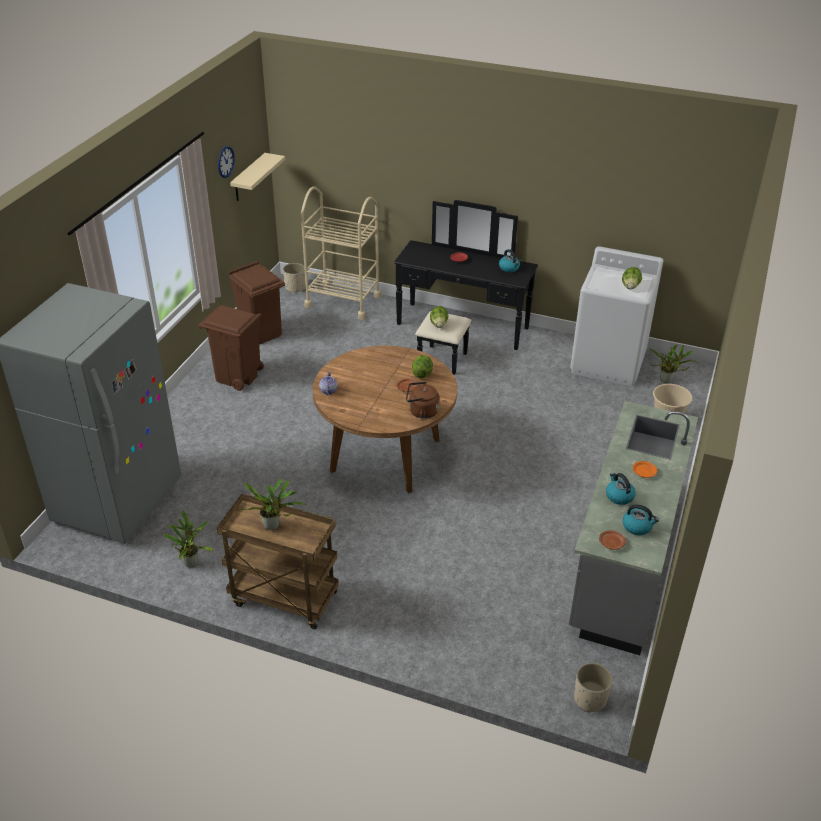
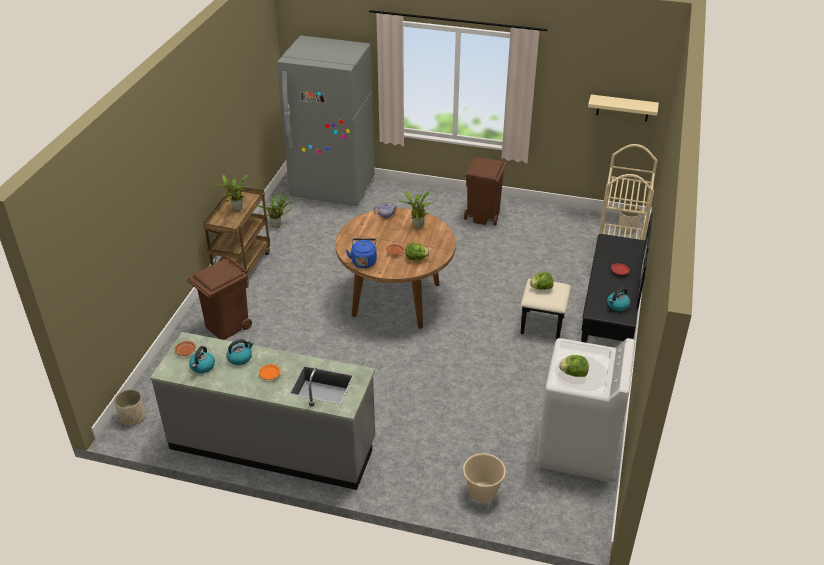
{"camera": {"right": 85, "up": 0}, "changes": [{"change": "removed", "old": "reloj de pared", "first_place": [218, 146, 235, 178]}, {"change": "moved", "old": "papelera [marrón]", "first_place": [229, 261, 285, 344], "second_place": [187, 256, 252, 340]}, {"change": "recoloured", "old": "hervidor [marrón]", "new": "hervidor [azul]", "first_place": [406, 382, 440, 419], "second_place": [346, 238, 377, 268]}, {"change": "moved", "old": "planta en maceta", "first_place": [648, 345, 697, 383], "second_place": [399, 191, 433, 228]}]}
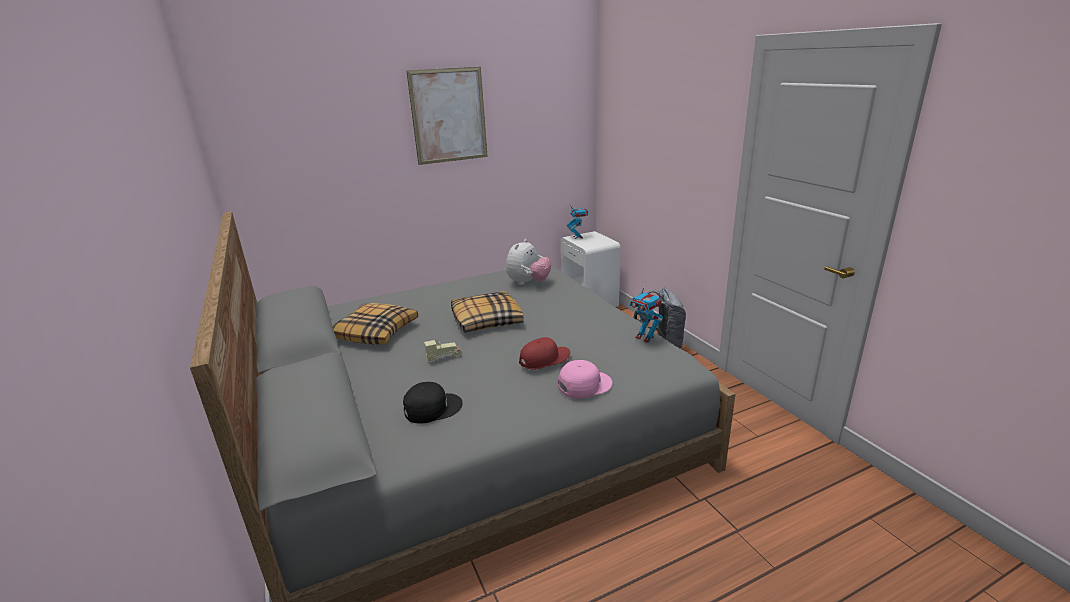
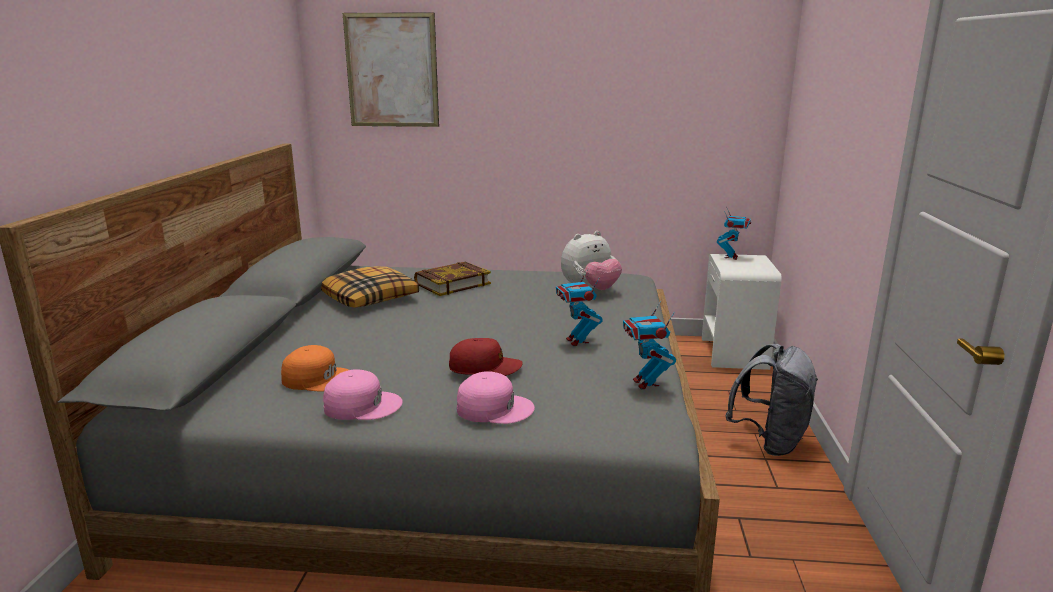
{"camera": {"right": 30, "up": -5}, "changes": [{"change": "recoloured", "old": "gorra [negro]", "new": "gorra [naranja]", "first_place": [403, 382, 463, 424], "second_place": [281, 345, 349, 392]}, {"change": "moved", "old": "cuadro", "first_place": [407, 67, 488, 165], "second_place": [343, 12, 439, 127]}, {"change": "removed", "old": "coche de juguete [beis]", "first_place": [424, 340, 462, 362]}, {"change": "removed", "old": "cojín", "first_place": [451, 291, 524, 333]}, {"change": "added", "new": "gorra [rosa]", "second_place": [323, 369, 403, 420]}, {"change": "added", "new": "libro", "second_place": [414, 262, 491, 296]}, {"change": "added", "new": "robot de juguete", "second_place": [556, 269, 603, 346]}]}
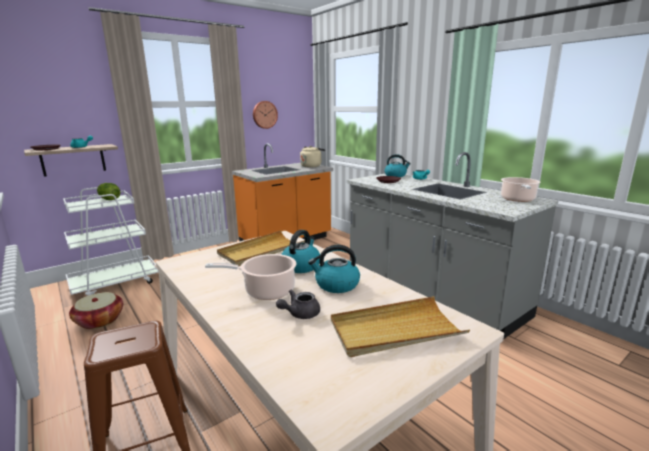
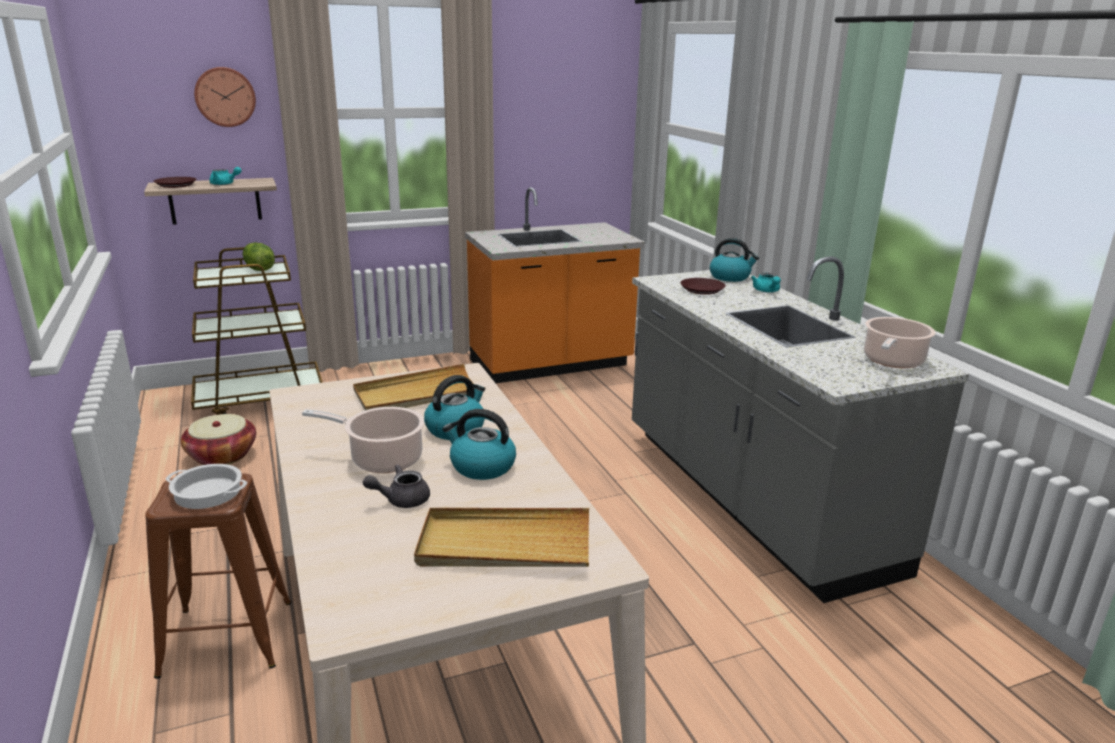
{"camera": {"right": 15, "up": 5}, "changes": [{"change": "recoloured", "old": "carrito [blanco]", "new": "carrito [marrón]", "first_place": [63, 187, 159, 296], "second_place": [191, 247, 323, 415]}, {"change": "moved", "old": "reloj de pared", "first_place": [253, 101, 278, 129], "second_place": [194, 67, 256, 127]}, {"change": "removed", "old": "hervidor [beis]", "first_place": [300, 146, 325, 168]}, {"change": "added", "new": "olla", "second_place": [165, 464, 247, 509]}]}
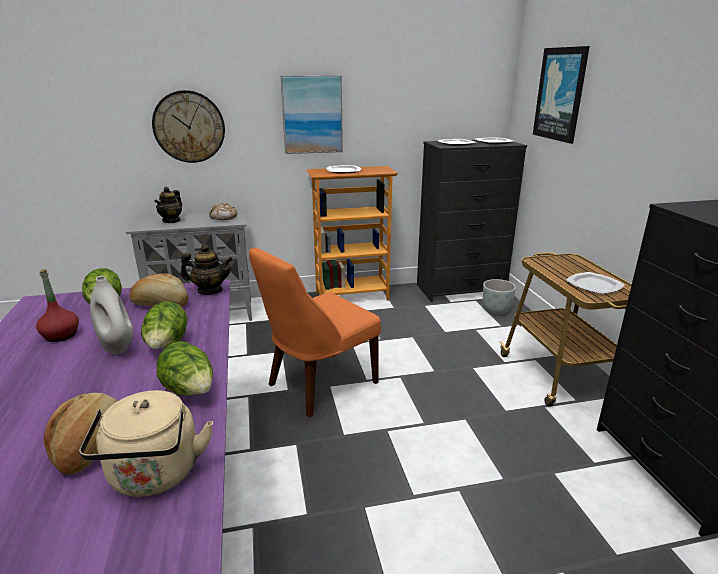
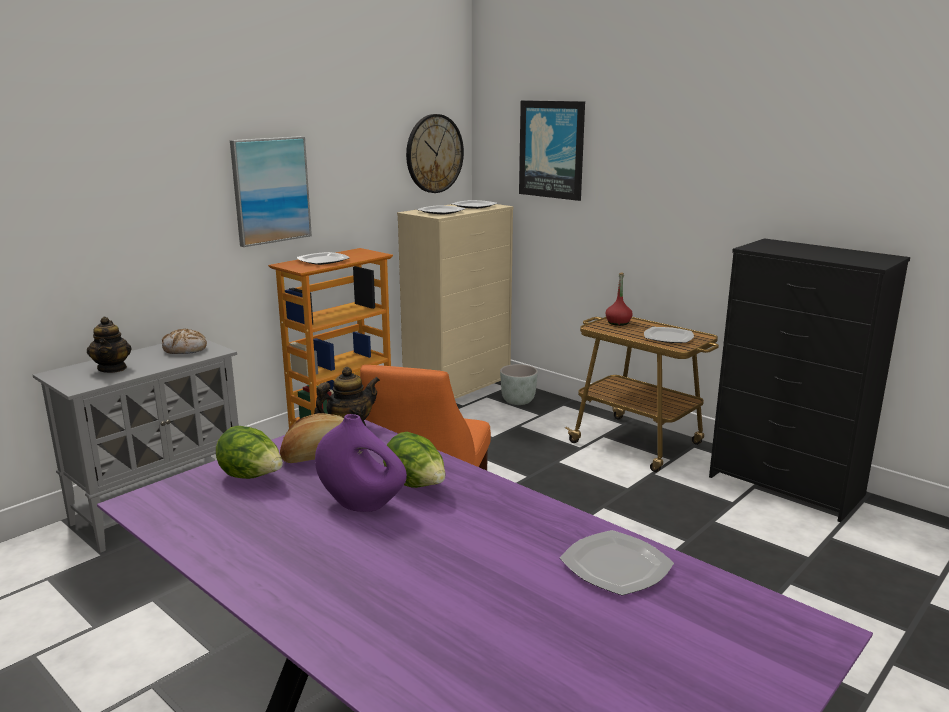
{"camera": {"right": -35, "up": -5}, "changes": [{"change": "moved", "old": "botella [rojo]", "first_place": [36, 269, 79, 342], "second_place": [606, 273, 633, 326]}, {"change": "removed", "old": "pan", "first_place": [43, 393, 118, 475]}, {"change": "replaced", "old": "hervidor [beis]", "new": "plato", "first_place": [79, 390, 213, 497], "second_place": [560, 530, 674, 595]}, {"change": "recoloured", "old": "florero [blanco]", "new": "florero [morado]", "first_place": [90, 276, 133, 354], "second_place": [315, 414, 407, 512]}, {"change": "moved", "old": "reloj de pared", "first_place": [152, 90, 225, 163], "second_place": [406, 114, 464, 193]}, {"change": "removed", "old": "lechuga", "first_place": [157, 341, 213, 395]}, {"change": "recoloured", "old": "cómoda [negro]", "new": "cómoda [beis]", "first_place": [417, 140, 527, 302], "second_place": [397, 204, 514, 399]}]}
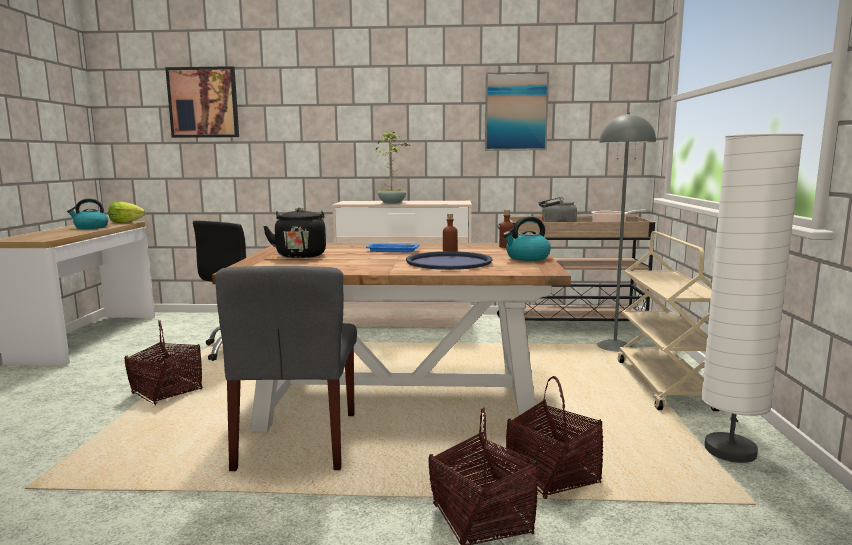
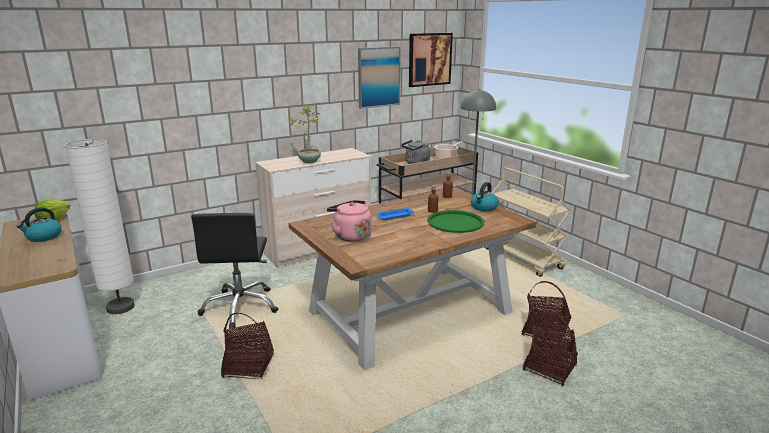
{"camera": {"right": -35, "up": 10}, "changes": [{"change": "moved", "old": "cuadro", "first_place": [165, 66, 239, 138], "second_place": [409, 33, 453, 87]}, {"change": "removed", "old": "silla [gris]", "first_place": [215, 266, 357, 471]}, {"change": "recoloured", "old": "hervidor [negro]", "new": "hervidor [rosa]", "first_place": [263, 208, 326, 258], "second_place": [327, 200, 372, 242]}, {"change": "recoloured", "old": "bandeja [azul]", "new": "bandeja [verde]", "first_place": [406, 251, 493, 270], "second_place": [427, 210, 484, 233]}, {"change": "moved", "old": "lámpara de pie [blanco]", "first_place": [701, 133, 803, 463], "second_place": [65, 139, 134, 314]}]}
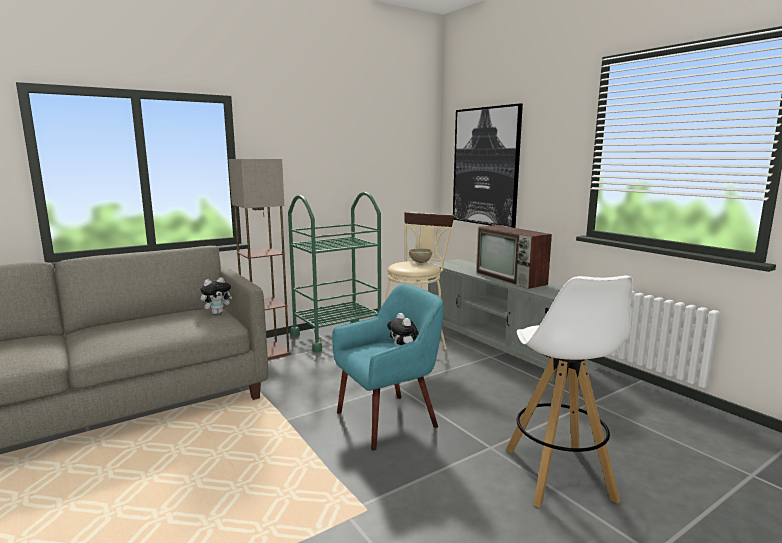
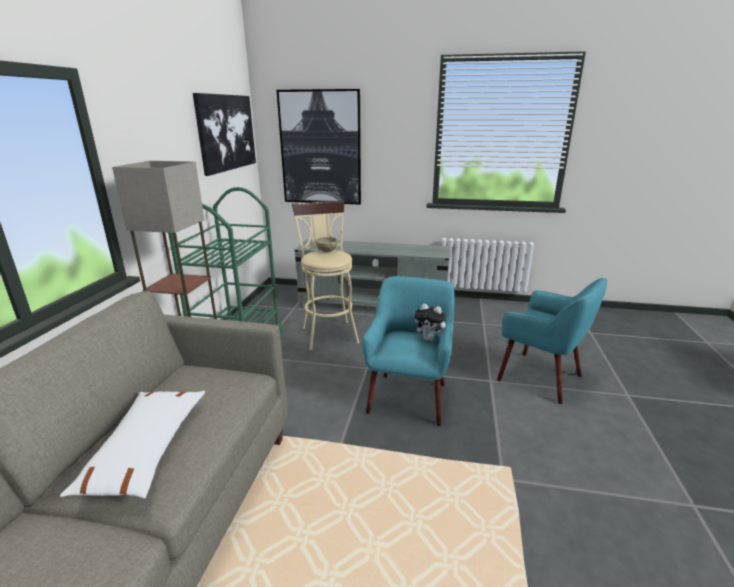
{"camera": {"right": -45, "up": 10}, "changes": [{"change": "removed", "old": "peluche", "first_place": [200, 277, 232, 314]}, {"change": "removed", "old": "televisor", "first_place": [476, 225, 552, 289]}, {"change": "replaced", "old": "taburete [blanco]", "new": "sillón [turquesa]", "first_place": [506, 275, 633, 508], "second_place": [497, 278, 607, 404]}, {"change": "added", "new": "cojín [blanco]", "second_place": [60, 391, 205, 499]}, {"change": "added", "new": "cuadro", "second_place": [193, 93, 256, 176]}]}
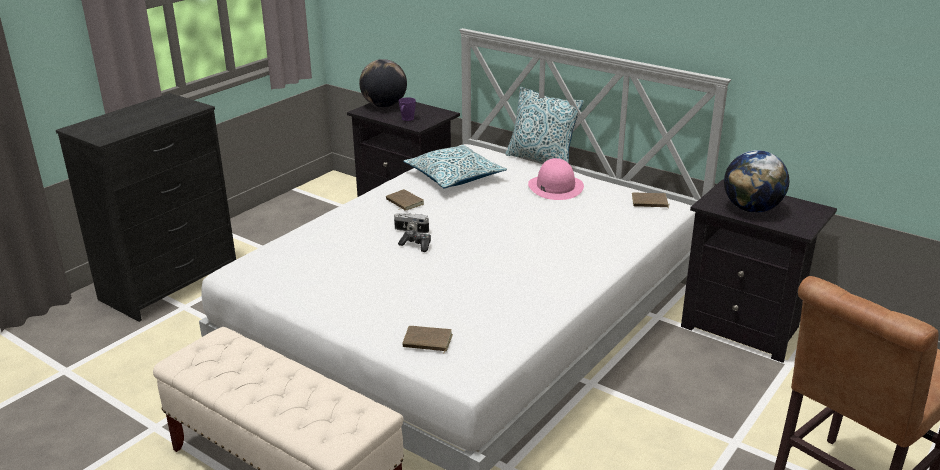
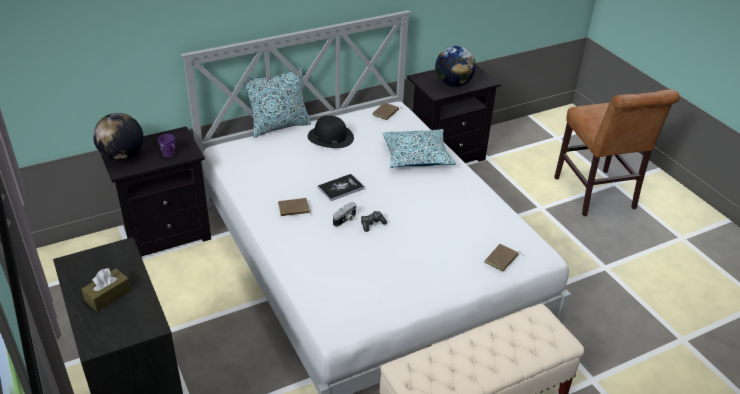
{"camera": {"right": -65, "up": 10}, "changes": [{"change": "moved", "old": "cojín", "first_place": [403, 145, 507, 189], "second_place": [382, 129, 456, 168]}, {"change": "recoloured", "old": "sombrero [rosa]", "new": "sombrero [negro]", "first_place": [528, 158, 584, 200], "second_place": [308, 115, 354, 148]}, {"change": "added", "new": "caja de pañuelos [marrón]", "second_place": [81, 268, 131, 311]}, {"change": "added", "new": "libro", "second_place": [318, 174, 364, 201]}]}
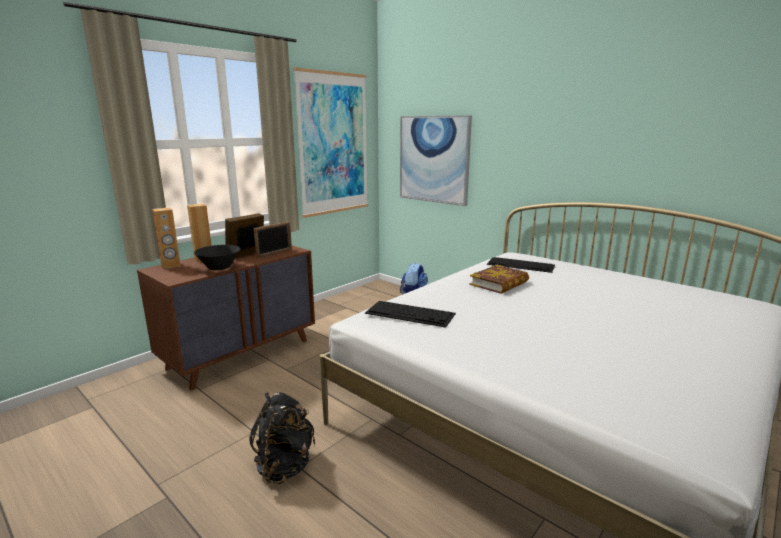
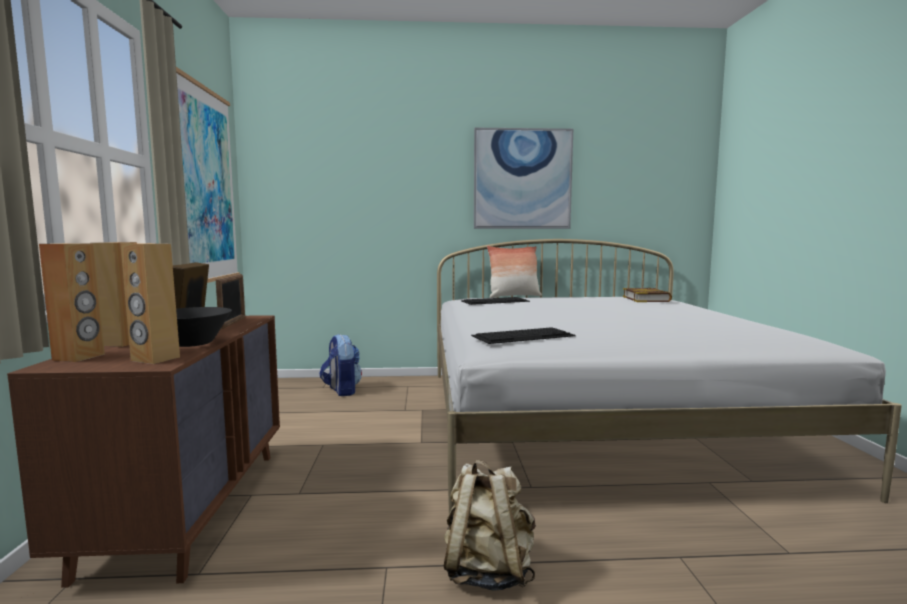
{"camera": {"right": -45, "up": -10}, "changes": [{"change": "recoloured", "old": "mochila [negro]", "new": "mochila [beis]", "first_place": [249, 392, 316, 484], "second_place": [444, 459, 536, 591]}, {"change": "moved", "old": "cuadro", "first_place": [400, 115, 472, 206], "second_place": [474, 128, 573, 229]}, {"change": "moved", "old": "libro", "first_place": [470, 265, 529, 294], "second_place": [623, 288, 672, 302]}, {"change": "added", "new": "altavoz [marrón]", "second_place": [120, 243, 180, 364]}, {"change": "added", "new": "cojín", "second_place": [487, 246, 542, 298]}]}
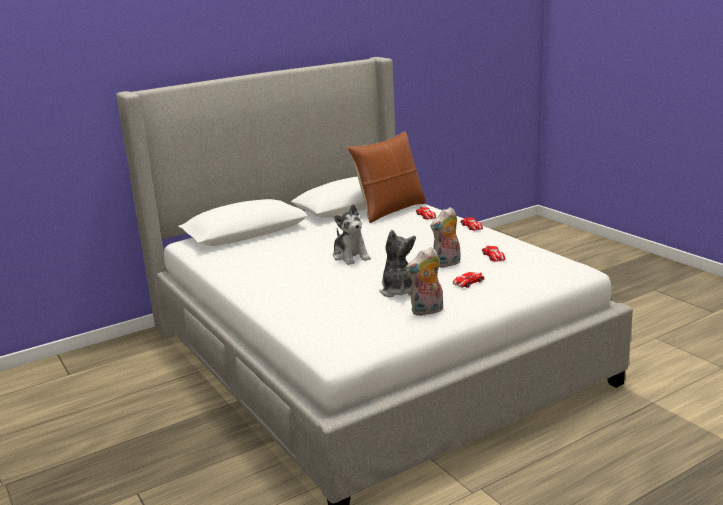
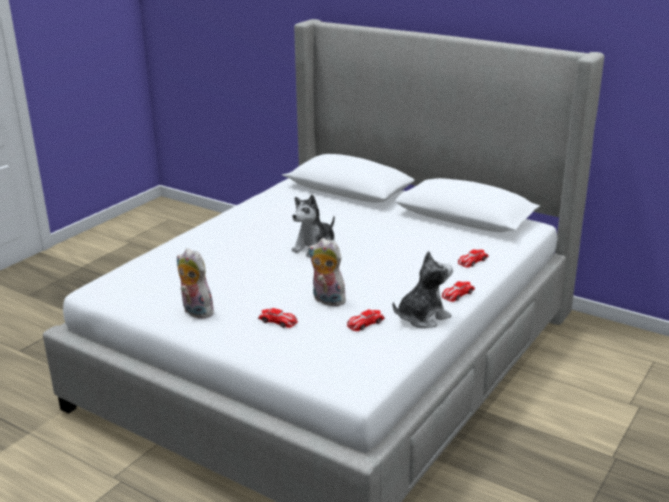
{"camera": {"right": 65, "up": 5}, "changes": [{"change": "removed", "old": "cojín [marrón]", "first_place": [347, 131, 426, 223]}, {"change": "moved", "old": "peluche", "first_place": [379, 230, 416, 297], "second_place": [393, 251, 453, 328]}]}
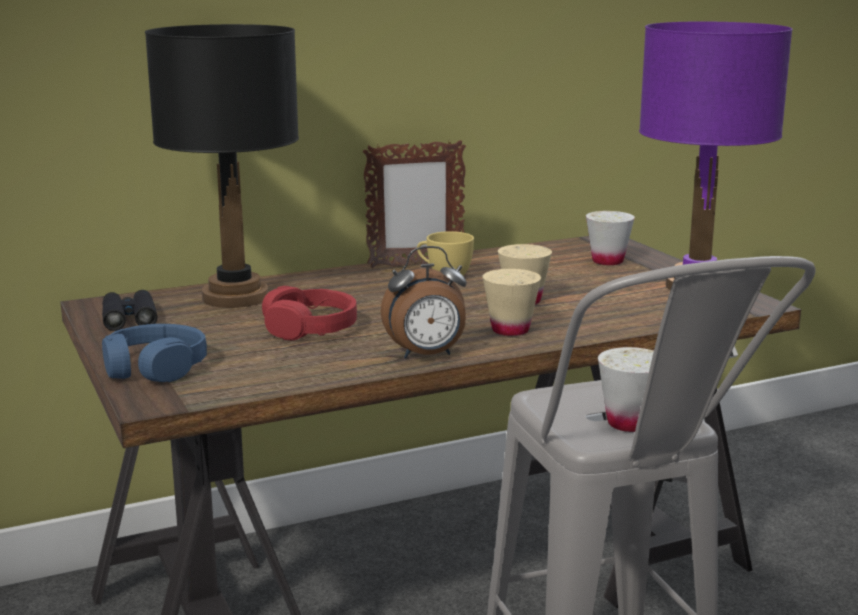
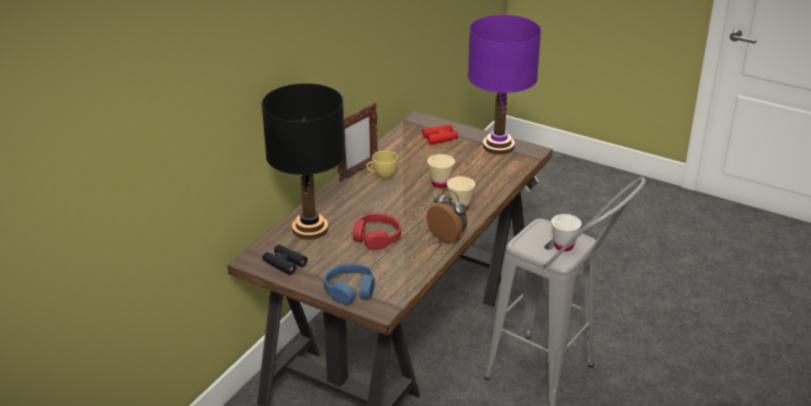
{"camera": {"right": -35, "up": 15}, "changes": [{"change": "turned", "old": "despertador", "first_place": [381, 246, 467, 358], "second_place": [426, 189, 468, 243], "degrees": -90}, {"change": "replaced", "old": "taza [blanco]", "new": "prismáticos [rojo]", "first_place": [586, 211, 635, 265], "second_place": [422, 125, 458, 145]}]}
